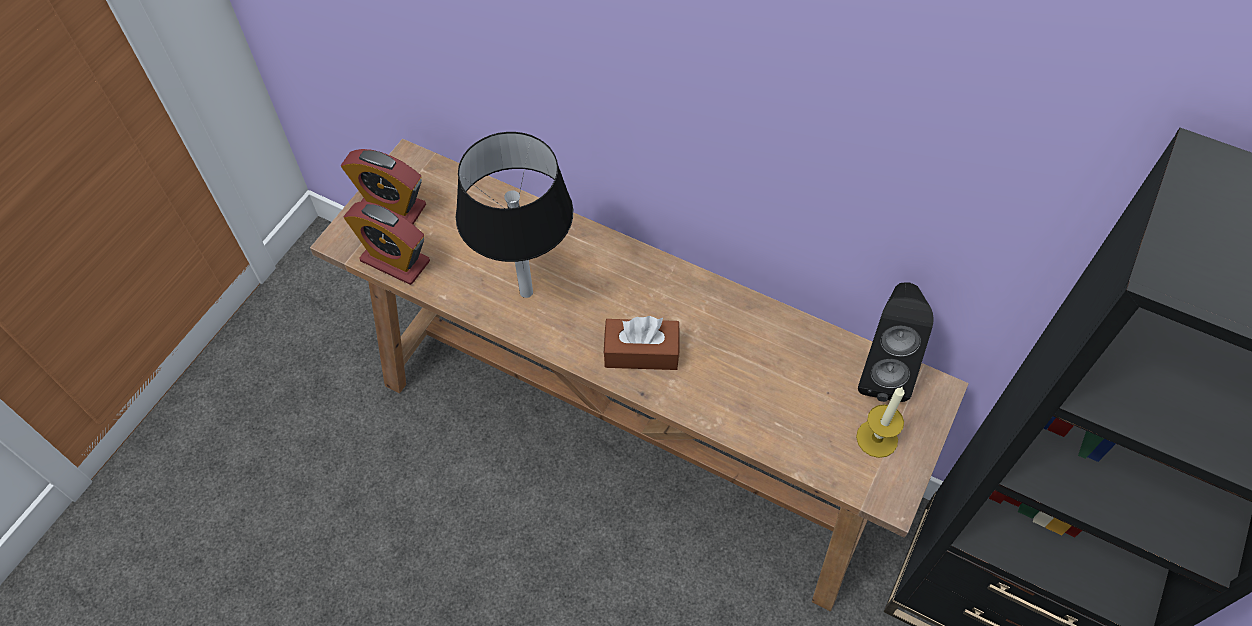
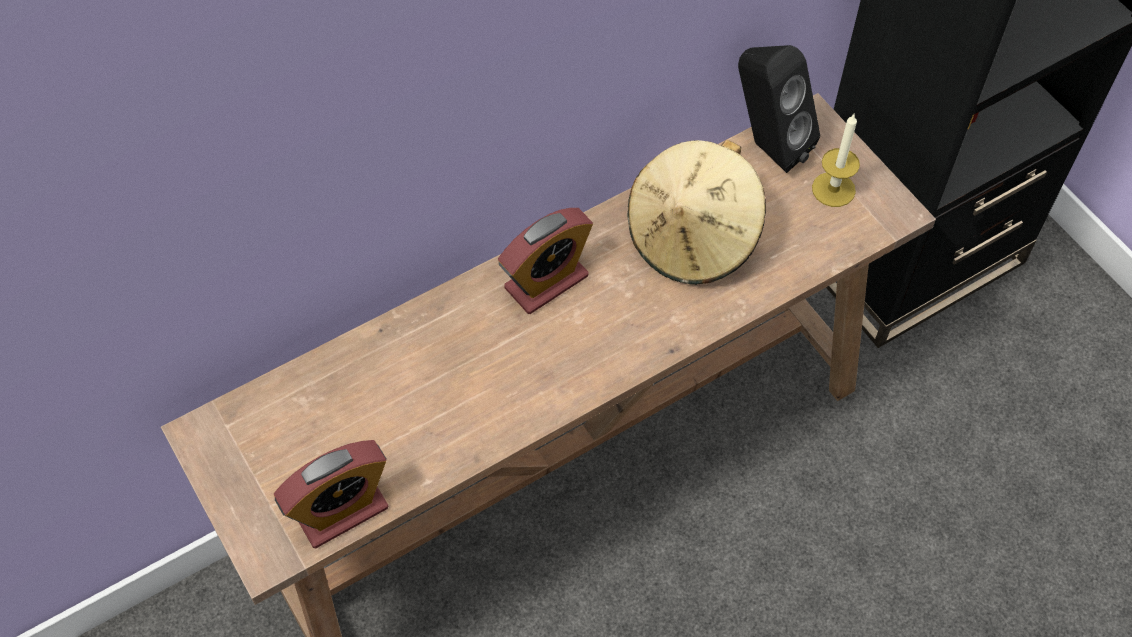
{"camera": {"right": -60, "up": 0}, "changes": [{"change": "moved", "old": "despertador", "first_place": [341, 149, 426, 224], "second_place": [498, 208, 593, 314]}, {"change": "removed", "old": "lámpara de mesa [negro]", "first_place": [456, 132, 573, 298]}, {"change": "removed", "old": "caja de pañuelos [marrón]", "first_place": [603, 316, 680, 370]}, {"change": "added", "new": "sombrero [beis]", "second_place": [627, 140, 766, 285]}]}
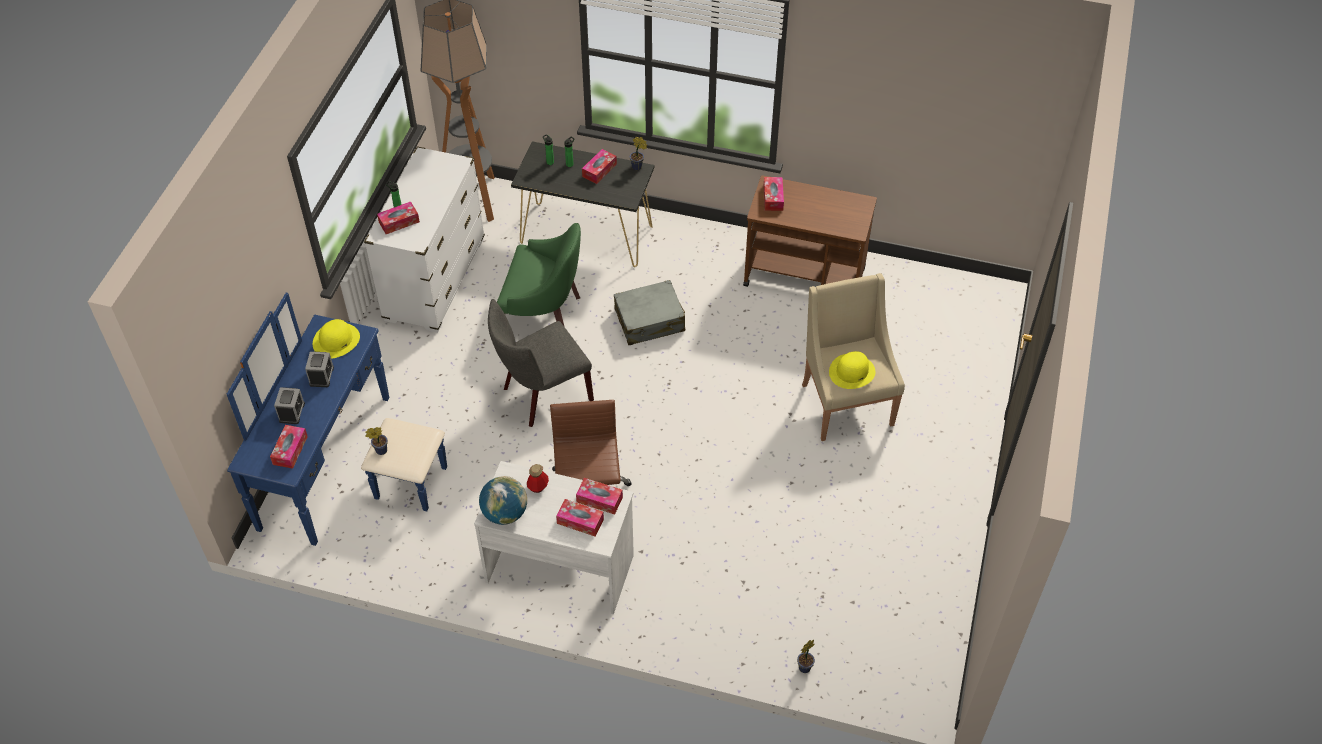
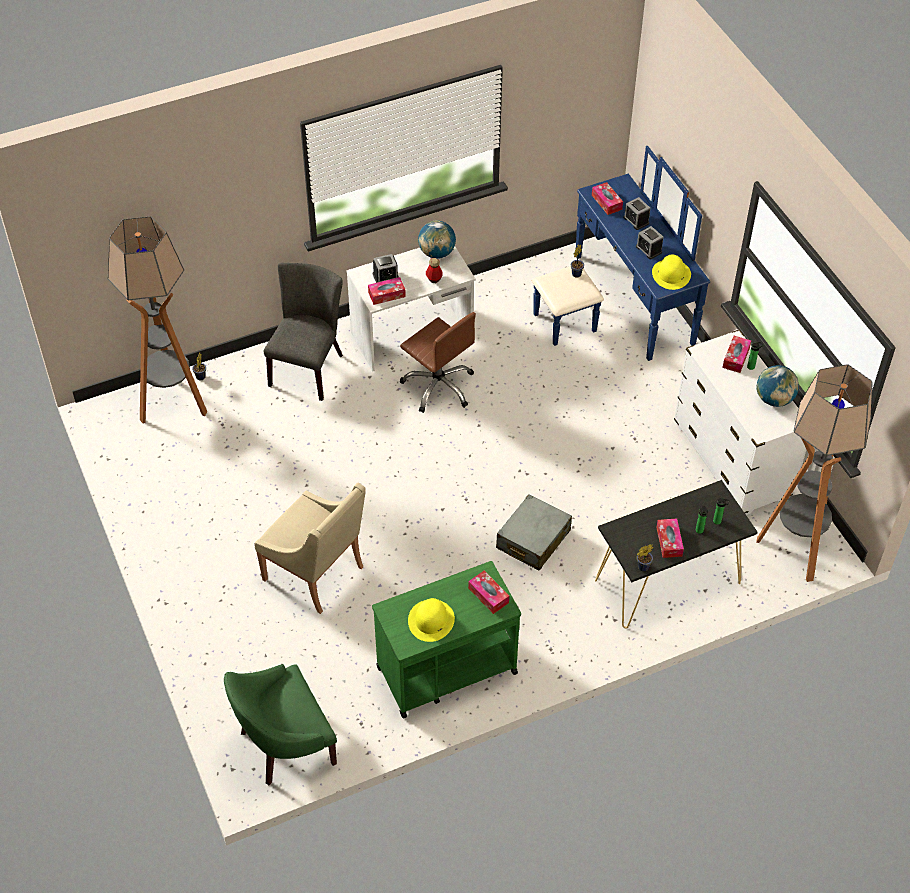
{"camera": {"right": 140, "up": 0}, "changes": [{"change": "moved", "old": "silla [gris]", "first_place": [488, 299, 594, 427], "second_place": [264, 263, 343, 401]}, {"change": "moved", "old": "sillón [verde]", "first_place": [497, 223, 581, 327], "second_place": [224, 664, 337, 785]}, {"change": "replaced", "old": "caja de pañuelos", "new": "despertador", "first_place": [556, 499, 604, 536], "second_place": [373, 254, 399, 283]}, {"change": "recoloured", "old": "carrito [marrón]", "new": "carrito [verde]", "first_place": [743, 175, 877, 287], "second_place": [372, 561, 521, 718]}, {"change": "moved", "old": "sombrero [amarillo]", "first_place": [829, 351, 876, 389], "second_place": [408, 598, 455, 642]}, {"change": "added", "new": "lámpara de pie", "second_place": [108, 216, 207, 424]}, {"change": "added", "new": "globo terráqueo", "second_place": [756, 365, 799, 407]}]}
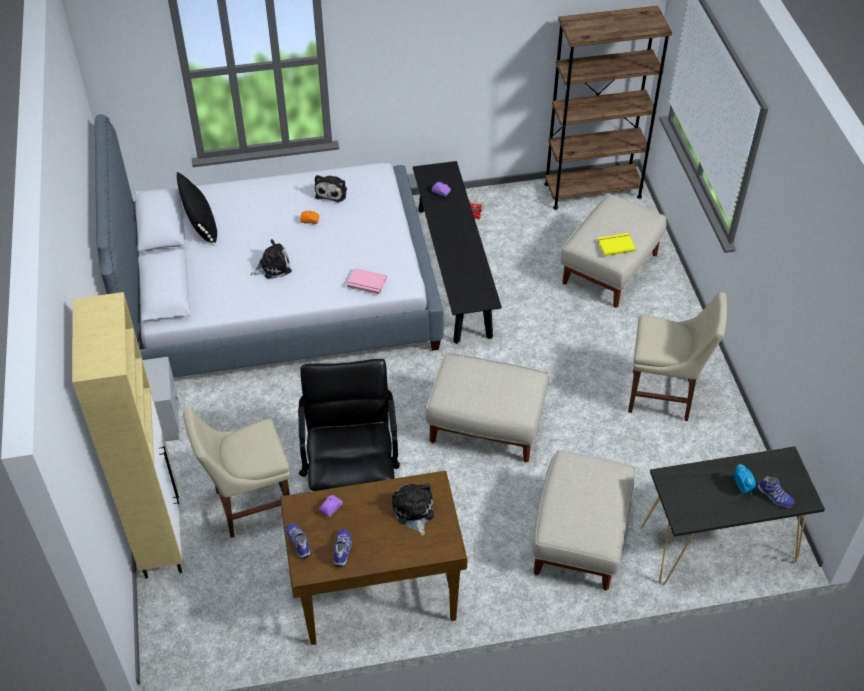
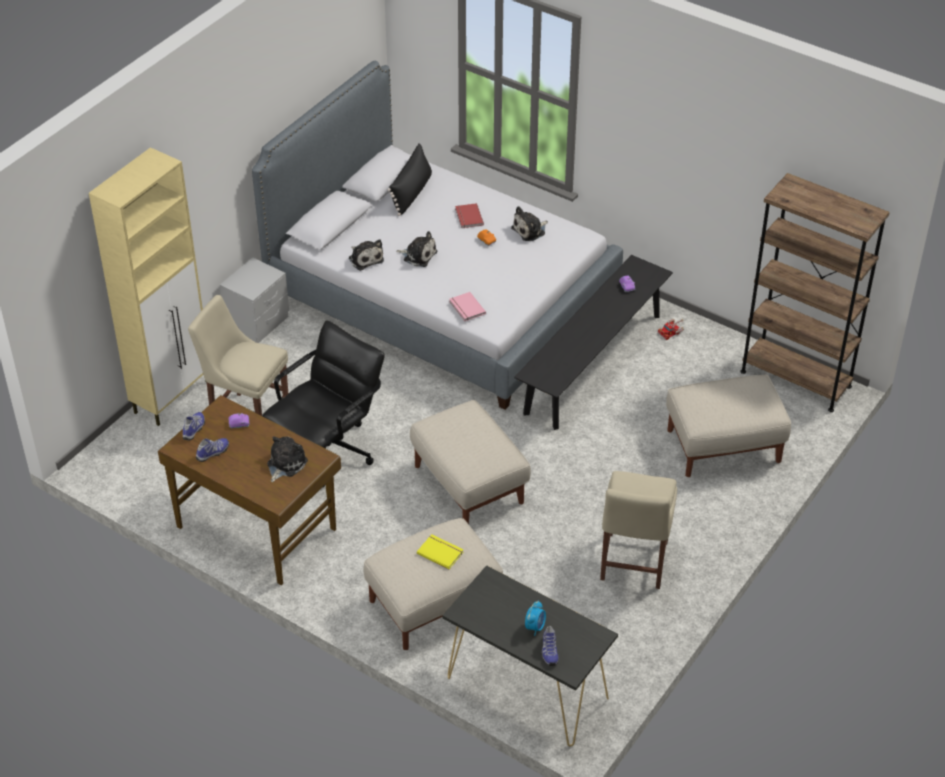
{"camera": {"right": 45, "up": -5}, "changes": [{"change": "moved", "old": "libro [amarillo]", "first_place": [597, 233, 636, 256], "second_place": [417, 534, 463, 569]}, {"change": "turned", "old": "silla [beis]", "first_place": [628, 292, 727, 421], "second_place": [600, 471, 677, 589], "degrees": 45}, {"change": "added", "new": "peluche", "second_place": [349, 239, 384, 271]}, {"change": "added", "new": "libro [rojo]", "second_place": [455, 203, 484, 228]}]}
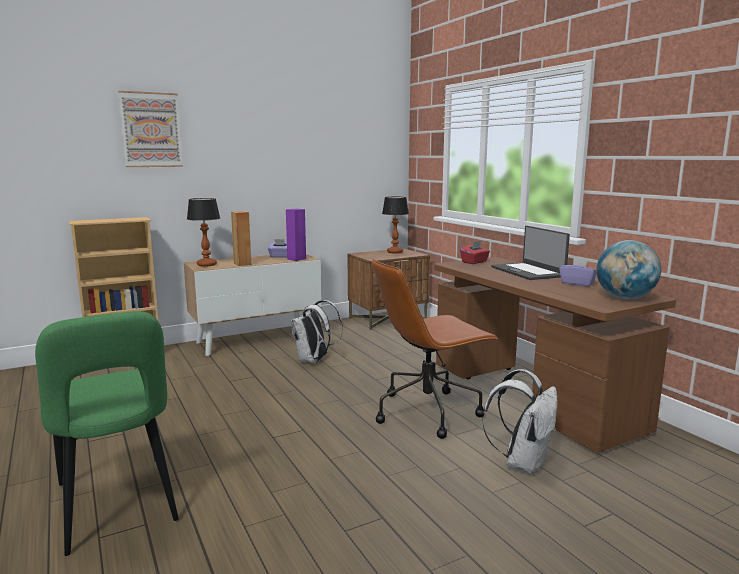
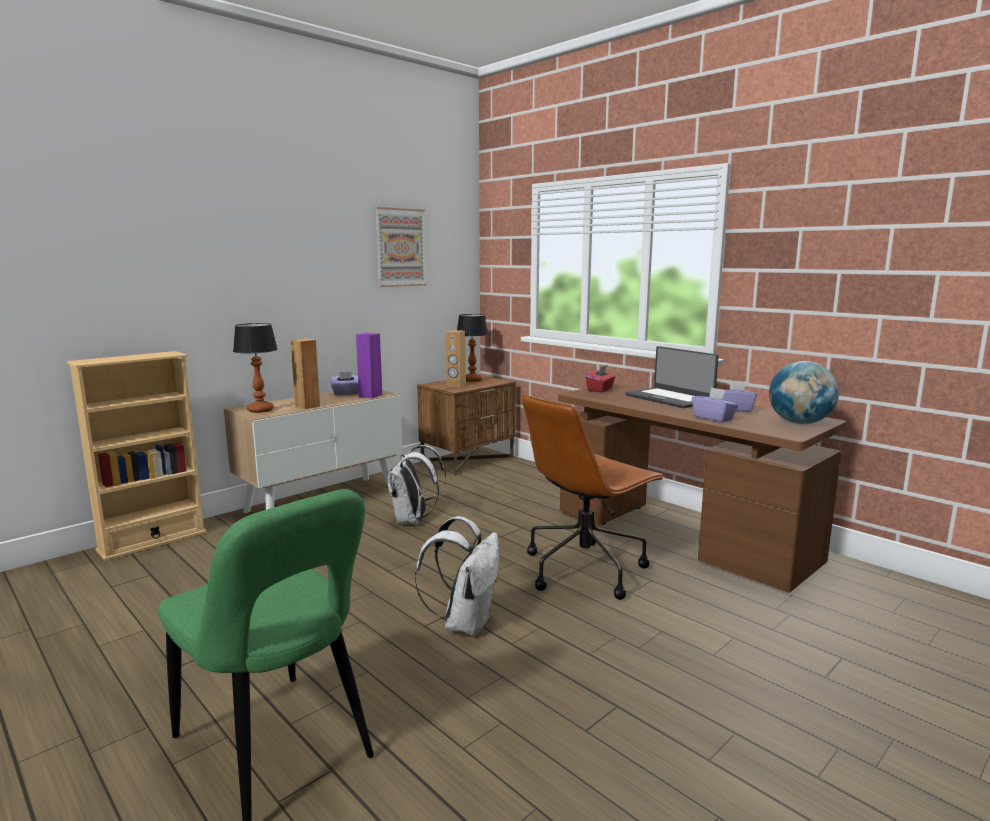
{"camera": {"right": -15, "up": 0}, "changes": [{"change": "moved", "old": "cuadro", "first_place": [118, 91, 183, 167], "second_place": [375, 207, 427, 287]}, {"change": "moved", "old": "mochila [blanco]", "first_place": [482, 369, 558, 474], "second_place": [415, 516, 499, 636]}, {"change": "added", "new": "altavoz [marrón]", "second_place": [446, 330, 466, 387]}, {"change": "added", "new": "caja de pañuelos [morado]", "second_place": [692, 387, 738, 423]}]}
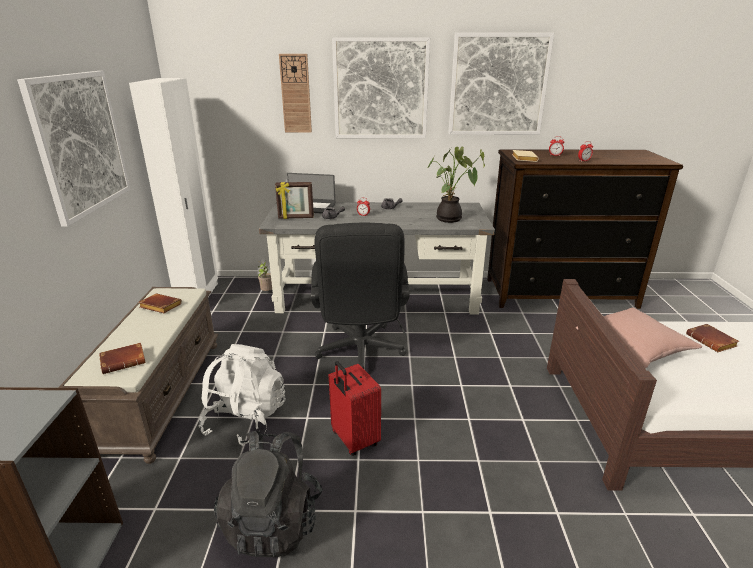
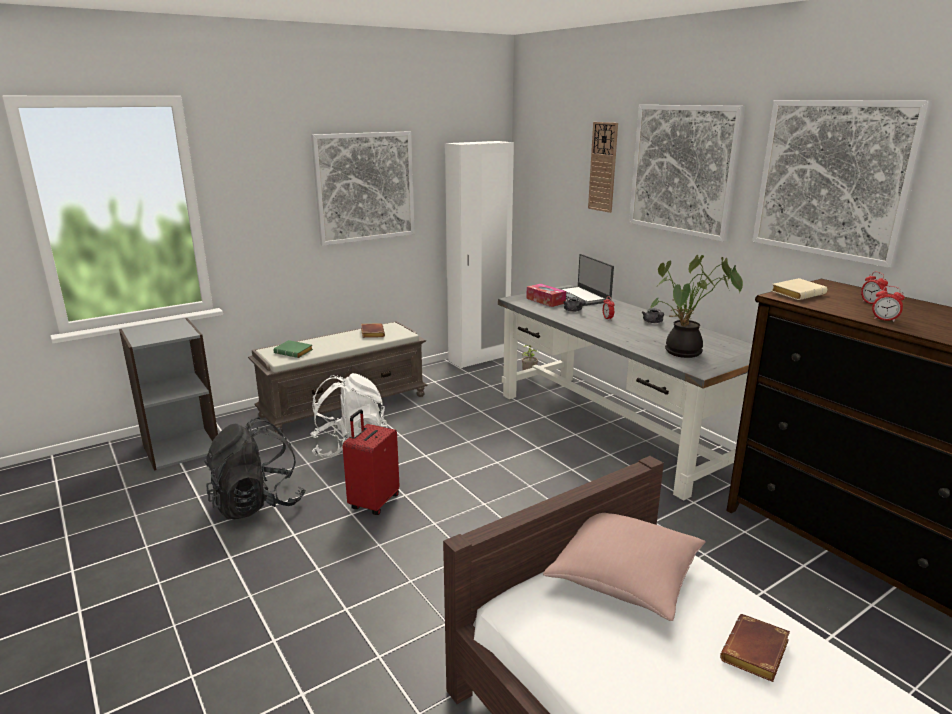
{"camera": {"right": 55, "up": -5}, "changes": [{"change": "recoloured", "old": "libro [marrón]", "new": "libro [verde]", "first_place": [99, 343, 146, 374], "second_place": [273, 340, 313, 358]}, {"change": "replaced", "old": "portarretratos", "new": "caja de pañuelos", "first_place": [275, 182, 314, 219], "second_place": [526, 284, 566, 307]}, {"change": "removed", "old": "silla de oficina [negro]", "first_place": [311, 223, 410, 370]}]}
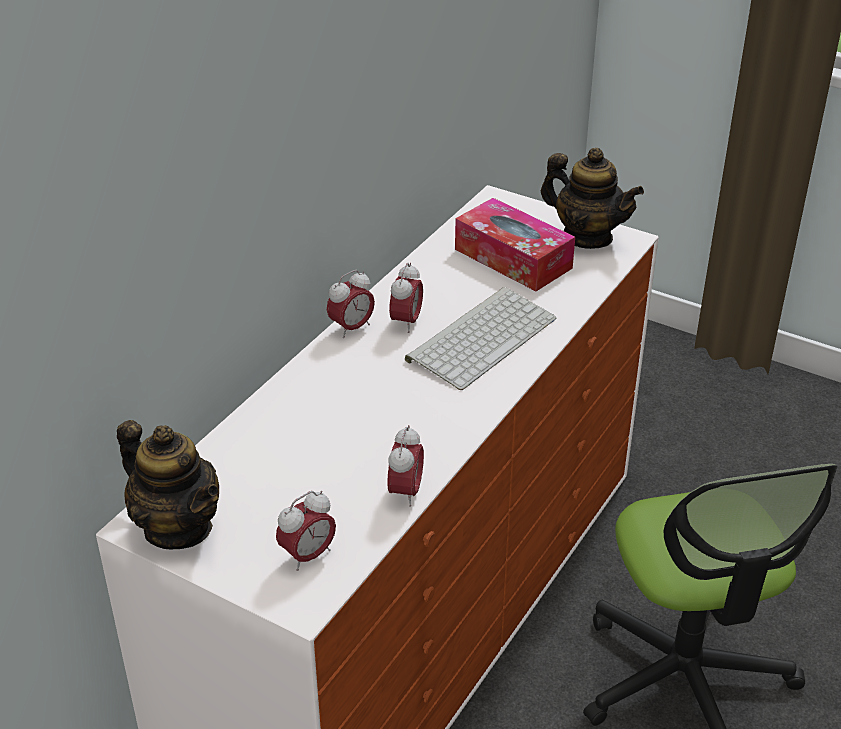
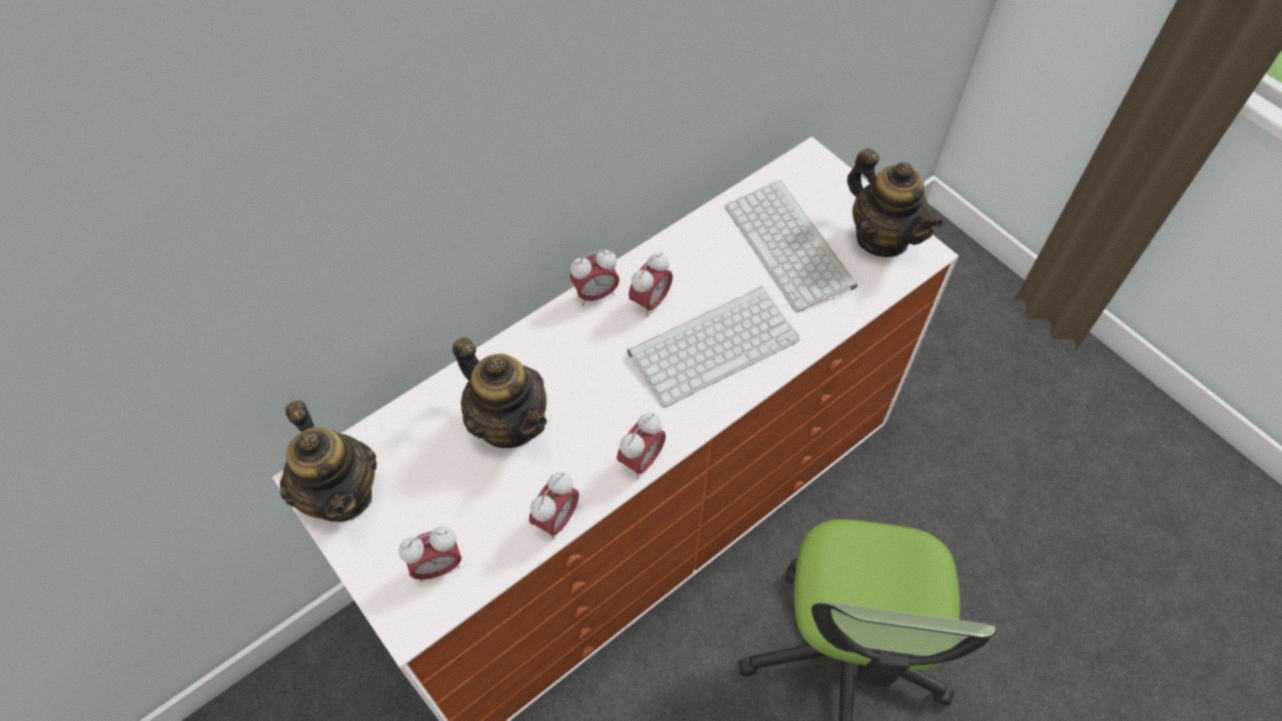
{"camera": {"right": 20, "up": 20}, "changes": [{"change": "replaced", "old": "caja de pañuelos", "new": "teclado", "first_place": [455, 198, 575, 291], "second_place": [725, 180, 858, 312]}, {"change": "added", "new": "tetera", "second_place": [453, 337, 547, 448]}, {"change": "added", "new": "despertador", "second_place": [617, 413, 666, 479]}]}
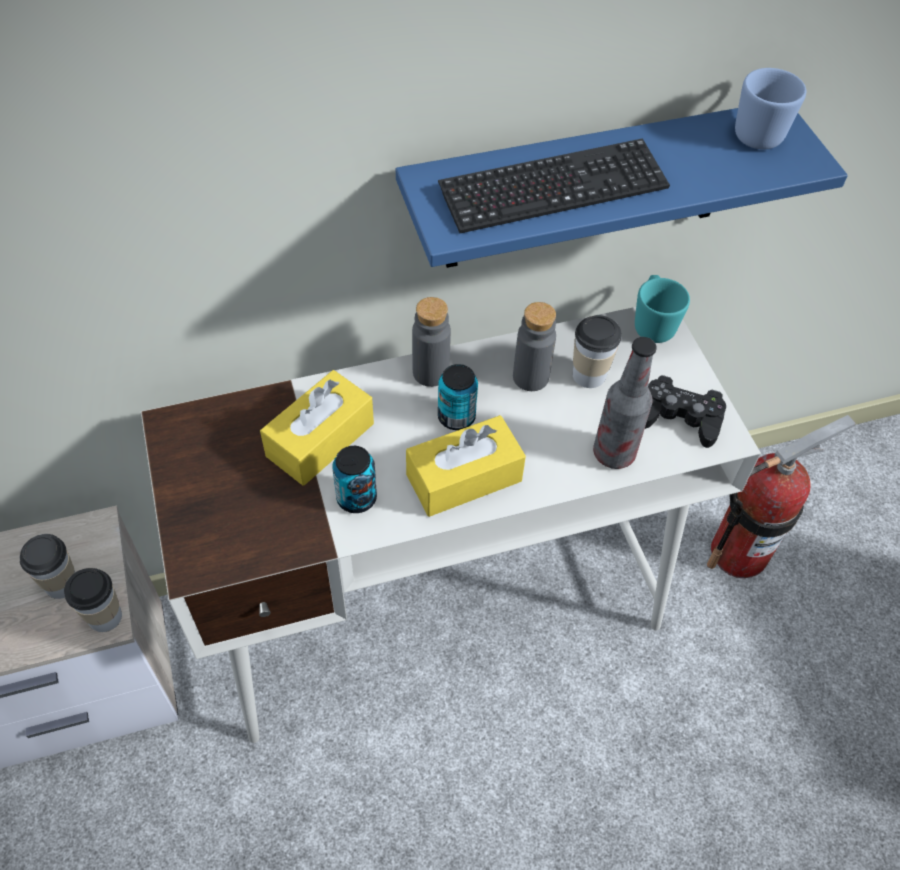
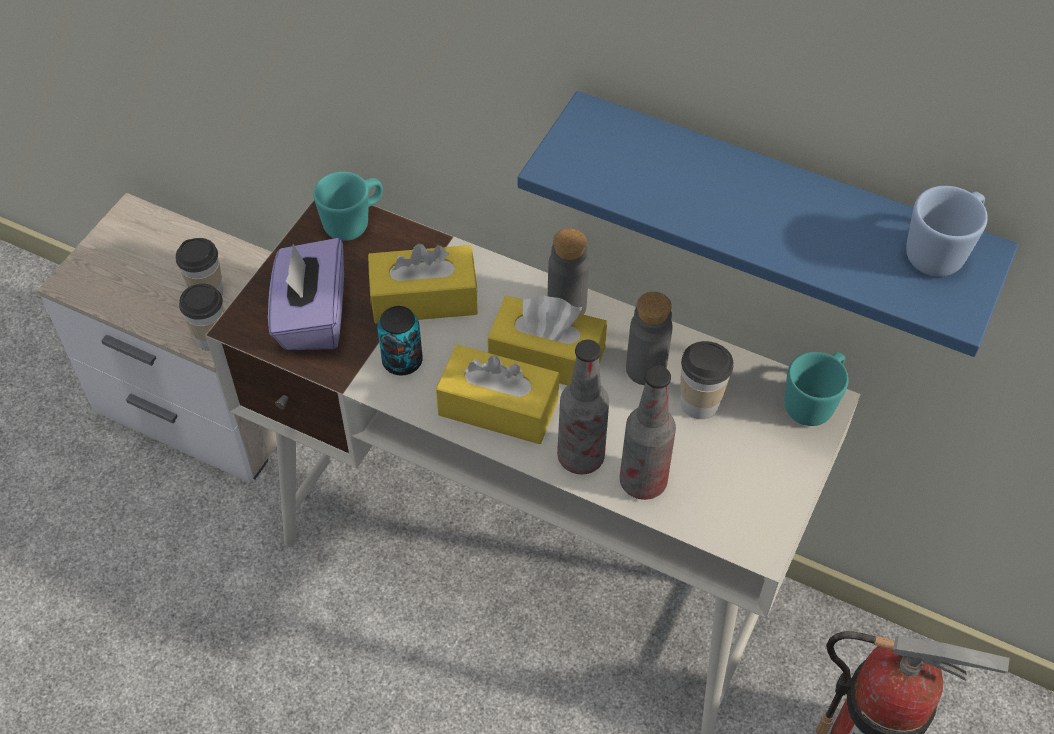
{"camera": {"right": 45, "up": 0}, "changes": [{"change": "removed", "old": "teclado", "first_place": [438, 138, 670, 233]}, {"change": "replaced", "old": "lata", "new": "caja de pañuelos [amarillo]", "first_place": [438, 364, 478, 430], "second_place": [488, 295, 607, 386]}, {"change": "removed", "old": "mando de consola [negro]", "first_place": [645, 375, 726, 448]}, {"change": "added", "new": "caja de pañuelos [morado]", "second_place": [268, 238, 344, 350]}, {"change": "added", "new": "taza grande [turquesa]", "second_place": [313, 172, 383, 241]}, {"change": "added", "new": "botella", "second_place": [557, 340, 609, 474]}]}
